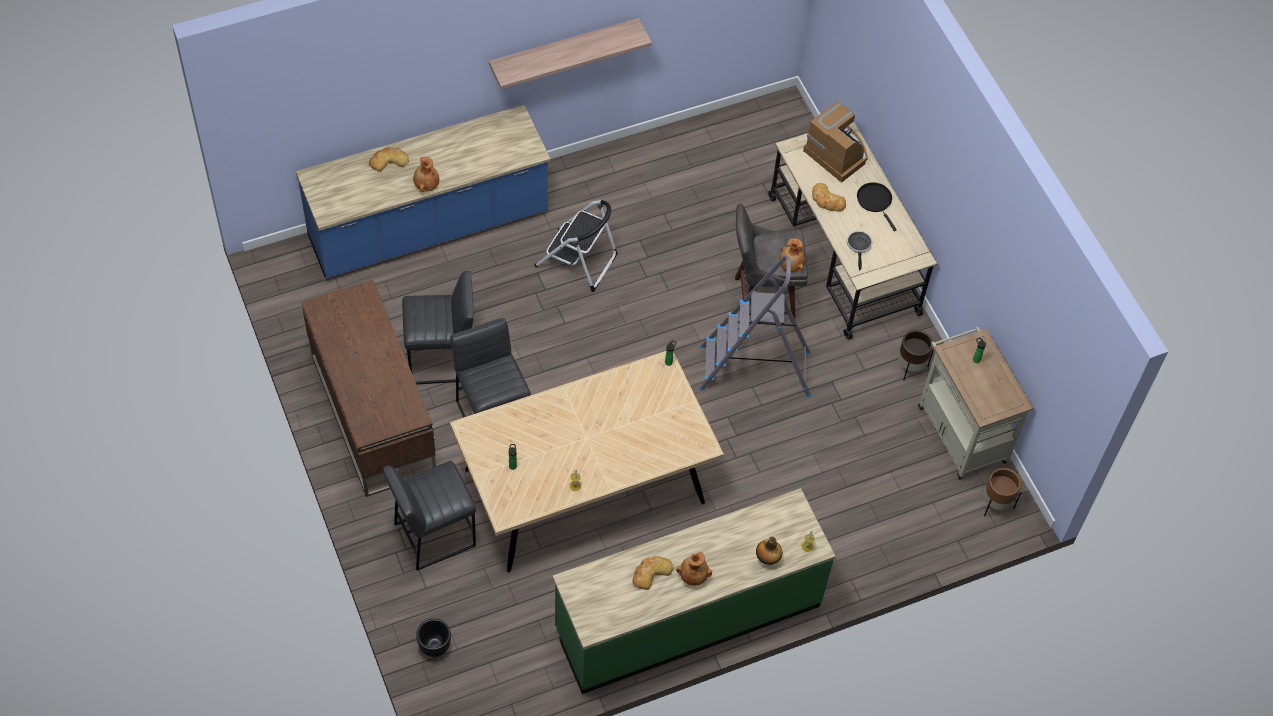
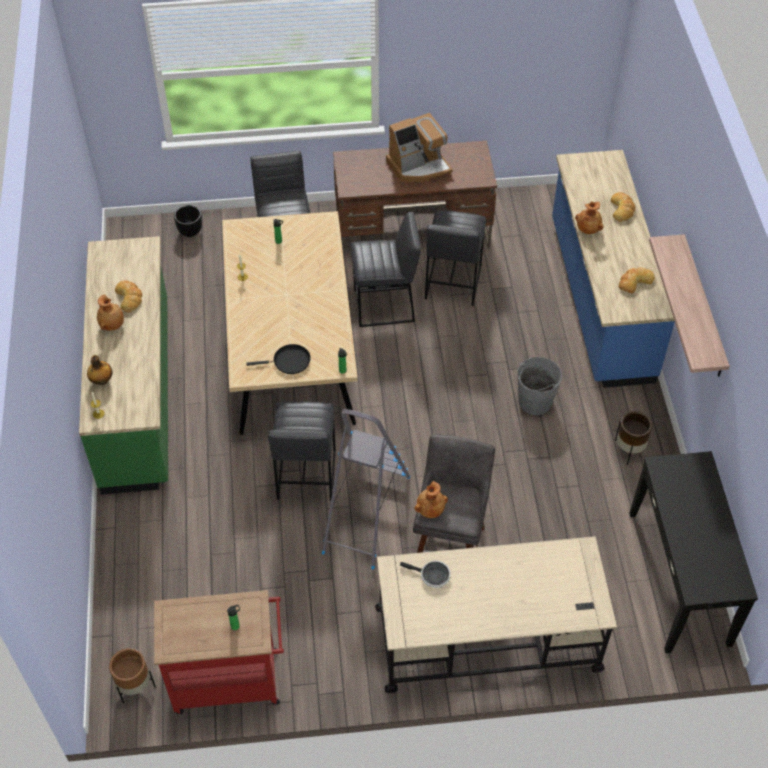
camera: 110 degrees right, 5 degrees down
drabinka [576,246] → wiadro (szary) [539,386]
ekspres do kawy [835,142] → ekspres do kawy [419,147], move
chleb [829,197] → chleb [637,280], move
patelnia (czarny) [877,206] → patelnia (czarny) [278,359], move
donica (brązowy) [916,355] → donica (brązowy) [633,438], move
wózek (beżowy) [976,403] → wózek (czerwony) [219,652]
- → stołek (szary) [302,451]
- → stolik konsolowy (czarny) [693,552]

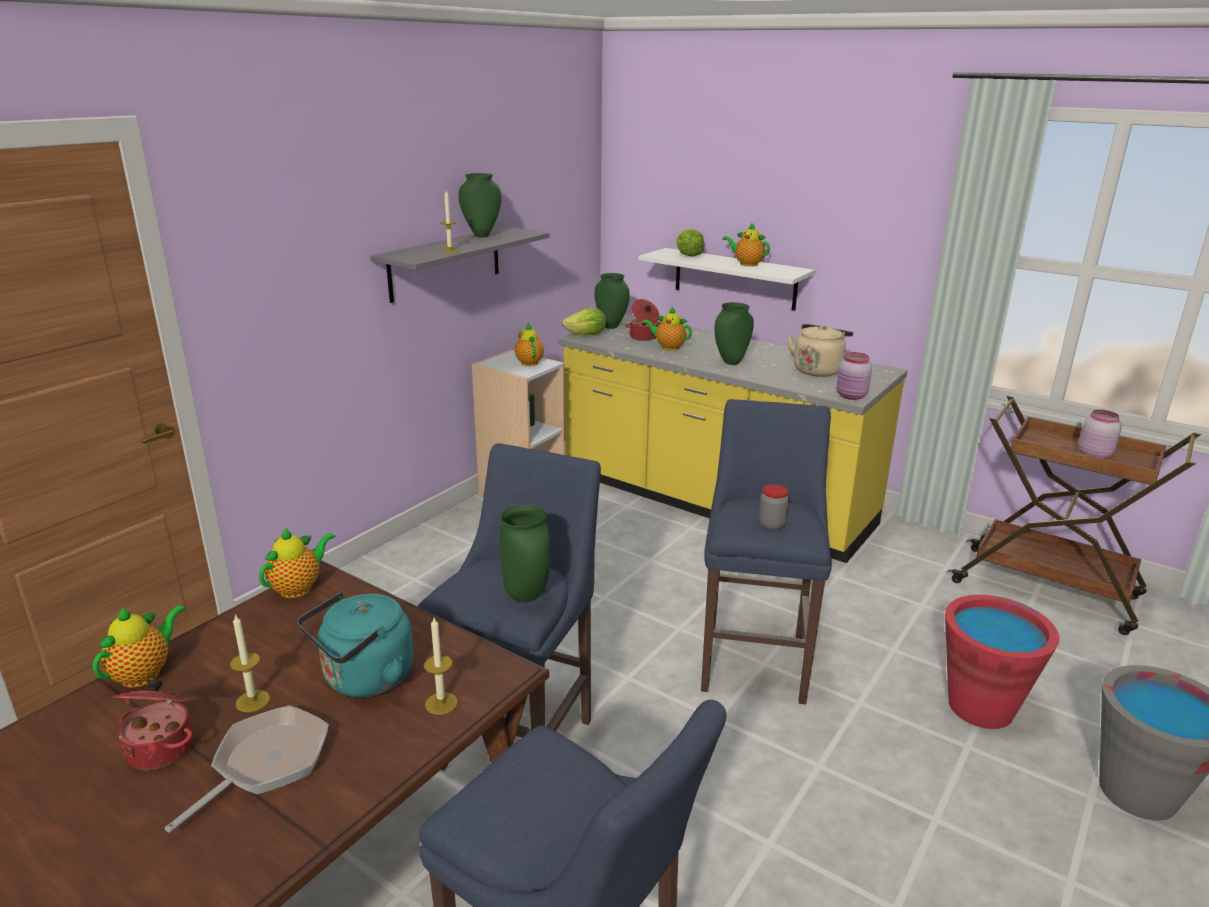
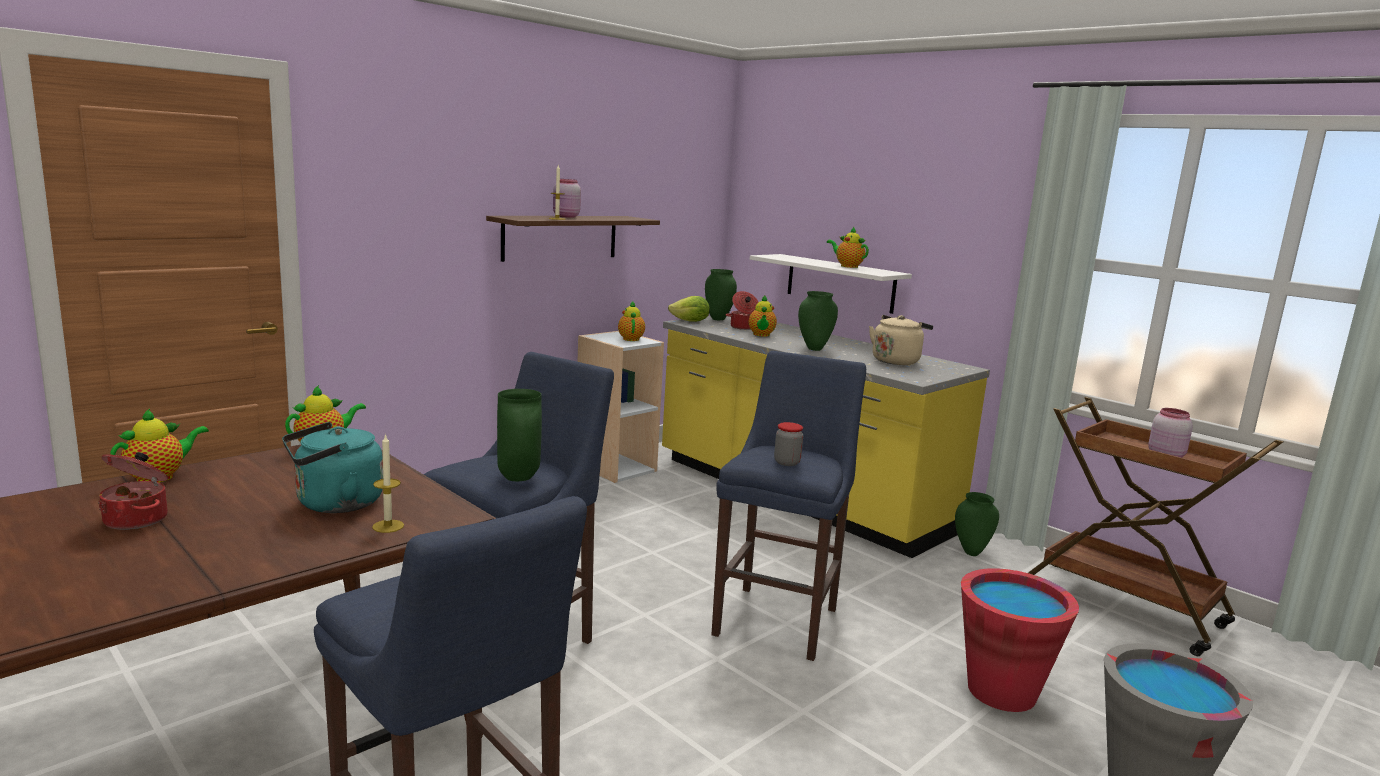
camera: 10 degrees right, 10 degrees down
patelnia [247,769] → -
świeca [250,663] → -
półka (szary) [460,265] → półka (brązowy) [573,239]
wazon (zielony) [480,205] → wazon (zielony) [977,524], move
imbryk [667,328] → imbryk [763,316], 120 degrees counterclockwise
sałata [690,243] → -
słoik (różowy) [854,376] → słoik (różowy) [567,198], move

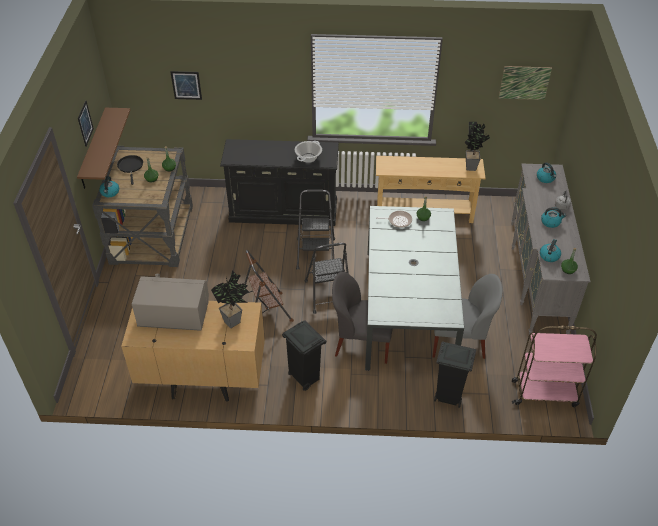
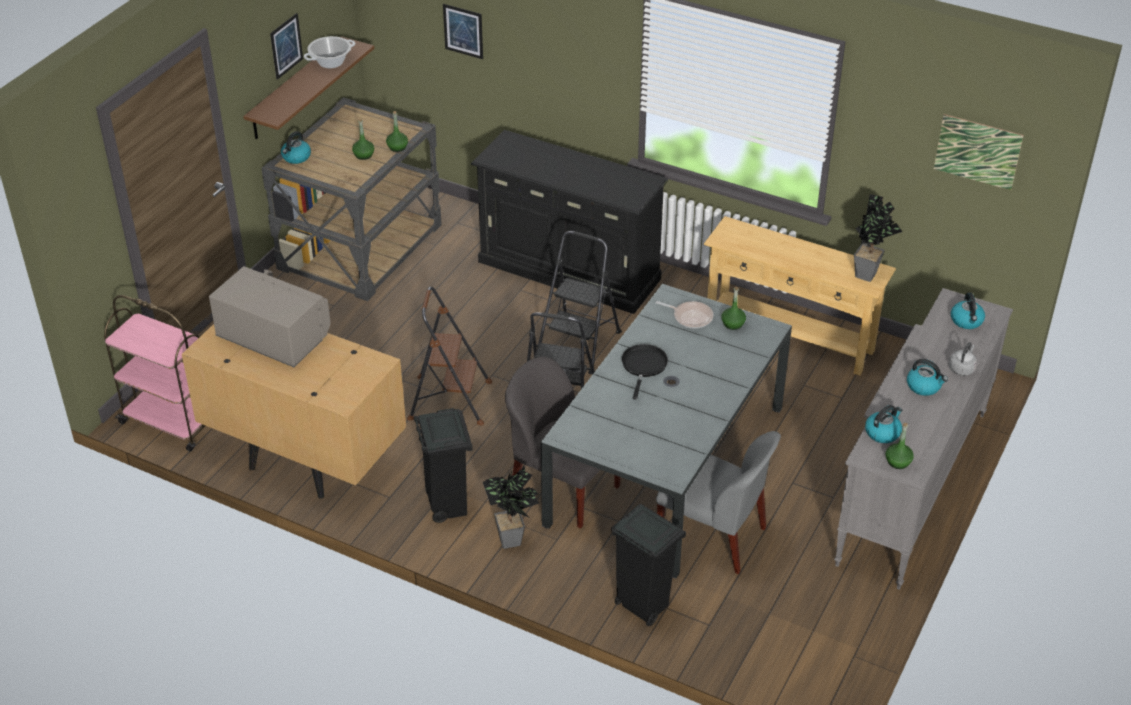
camera: 25 degrees right, 5 degrees down
patelnia (czarny) [130,170] → patelnia (czarny) [645,372], move
roślina doniczkowa [230,299] → roślina doniczkowa [511,507], move
garnek [308,152] → garnek [329,52], move
wózek (różowy) [554,366] → wózek (różowy) [154,373], move

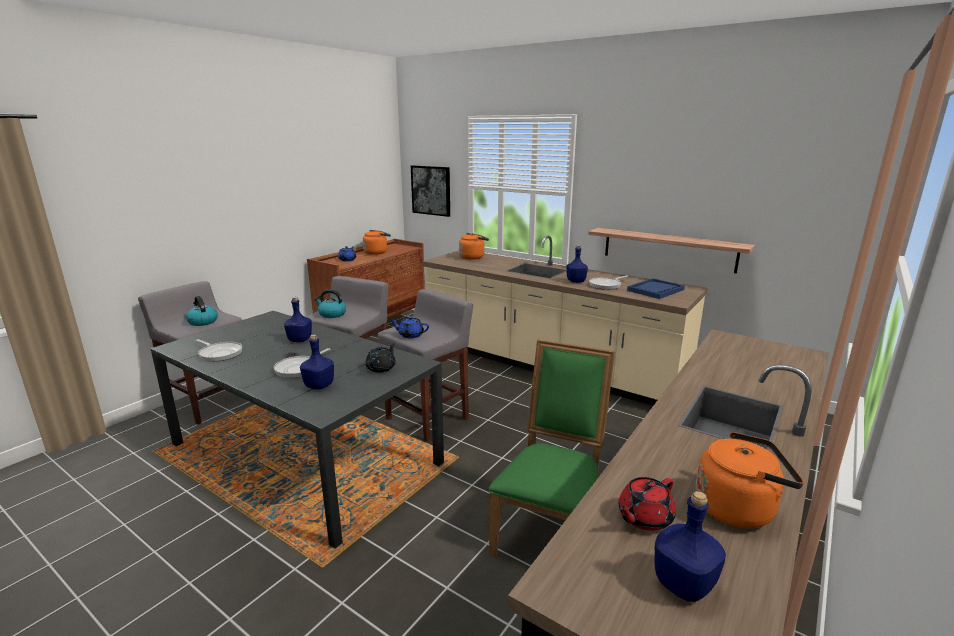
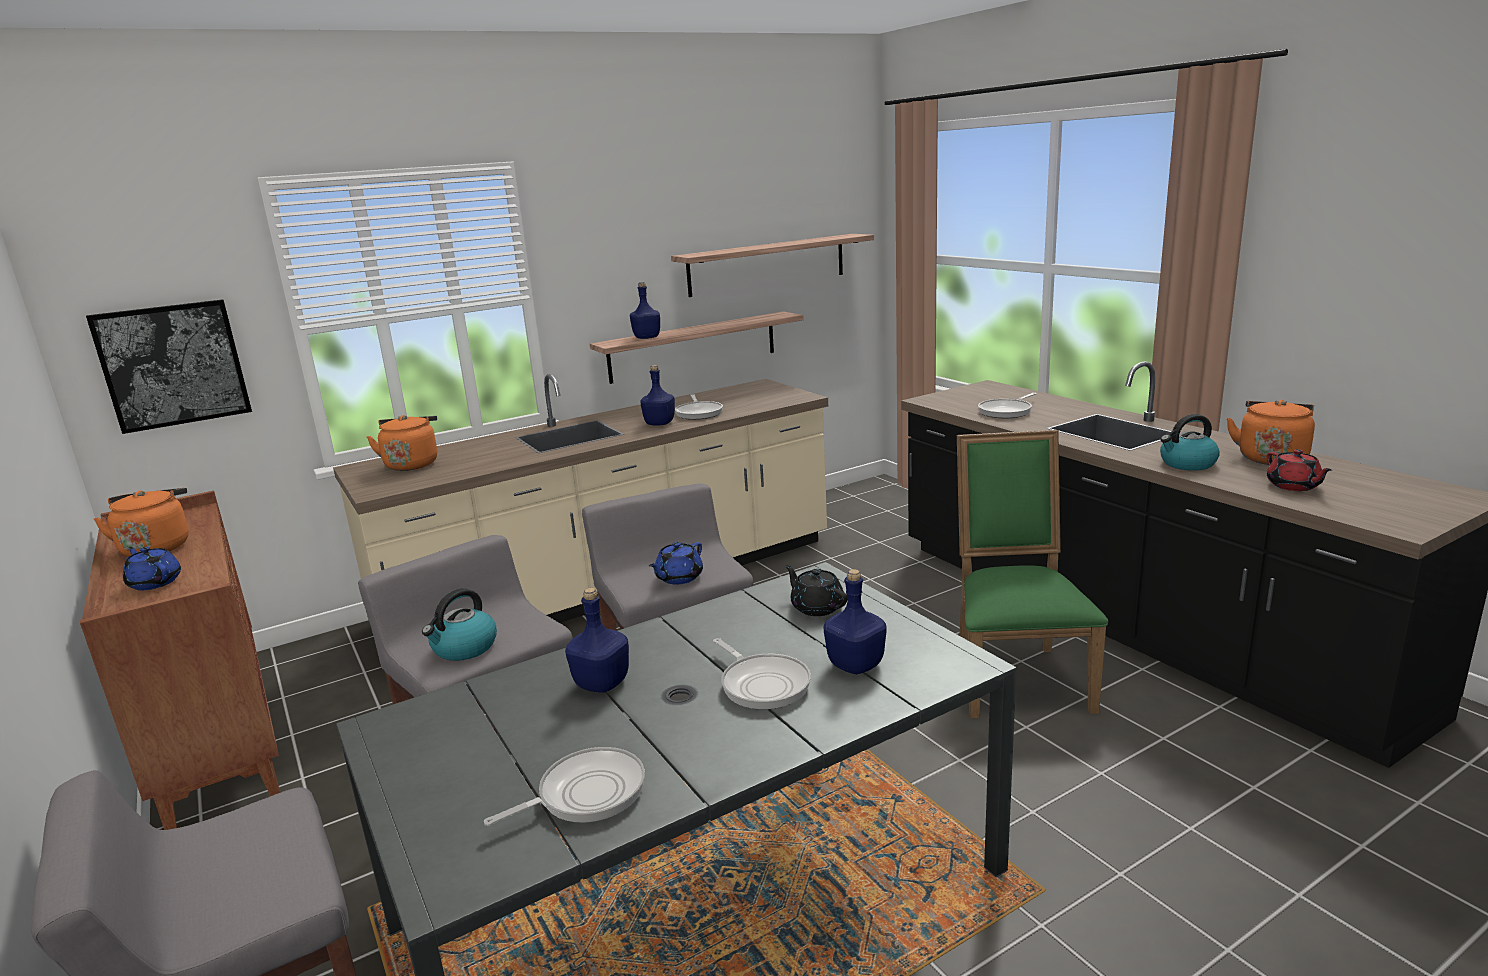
camera: 65 degrees left, 0 degrees up
czajnik [202,311] → czajnik [1190,442], move
krzesło (zielony) [552,448] → krzesło (zielony) [1032,574], 45 degrees clockwise
taca (niebieski) [656,288] → -
butelka (niebieski) [690,546] → butelka (niebieski) [645,310], move
- → półka [772,265]
- → patelnia [1007,405]

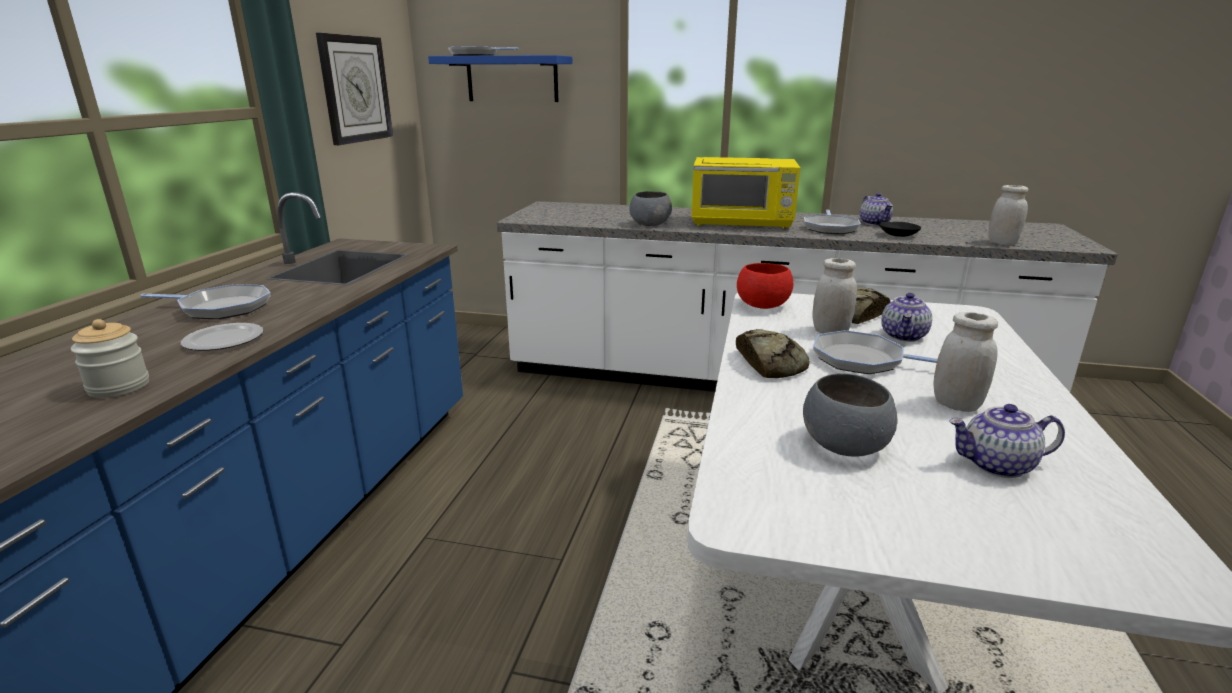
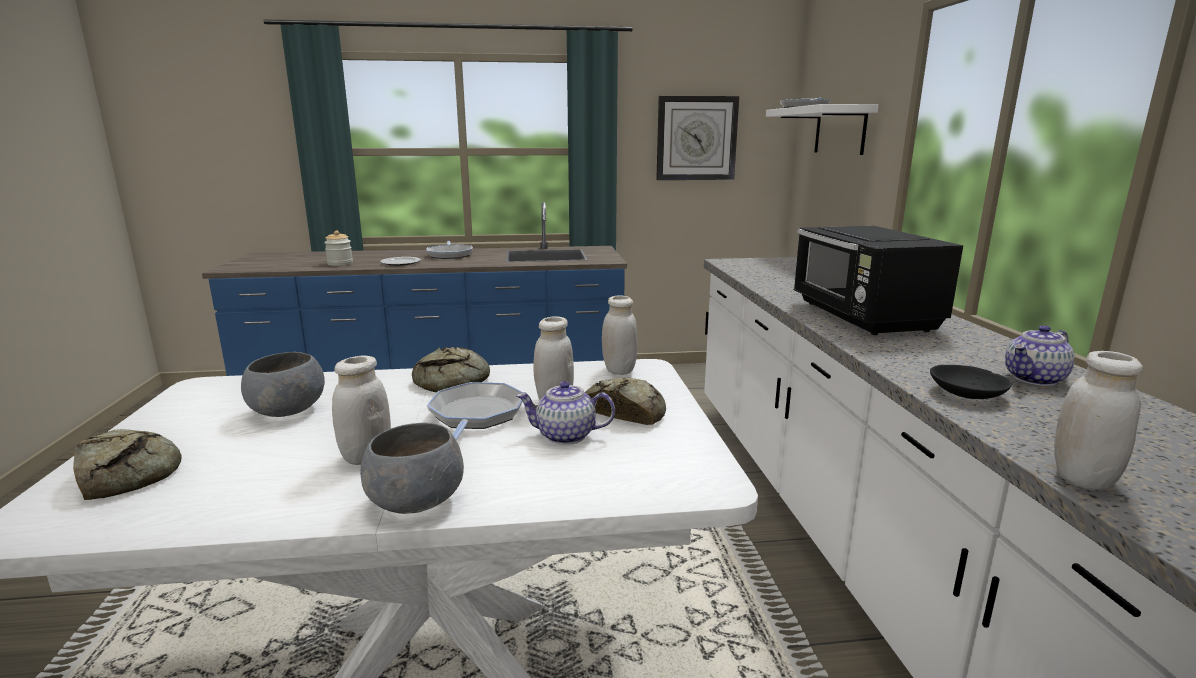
camera: 70 degrees right, 5 degrees down
półka (niebieski) [500,78] → półka (biały) [822,129]
miska (szary) [650,208] → miska (szary) [412,468], move
mikrofalówka (żółty) [745,193] → mikrofalówka (czarny) [878,280]
miska (czerwony) [765,286] → słoik (biały) [619,335]
patelnia [832,221] → -
imbryk [1007,441] → -
- → chleb [127,464]

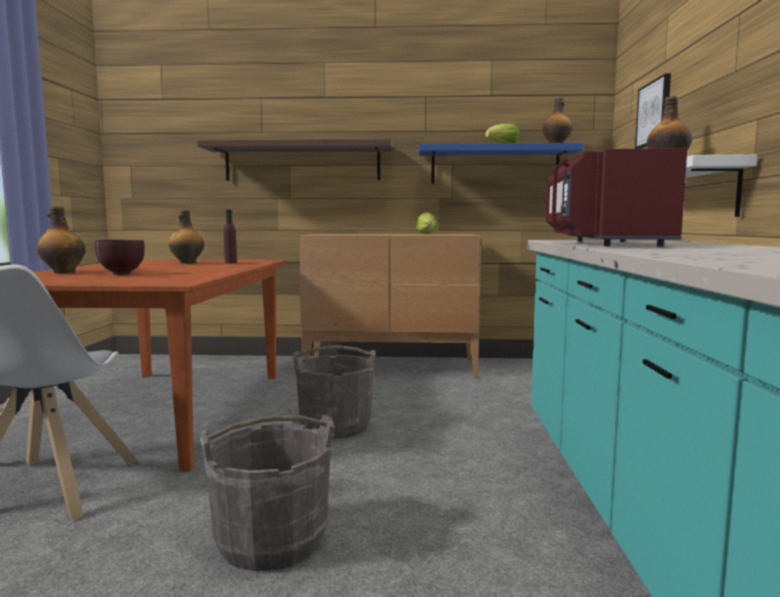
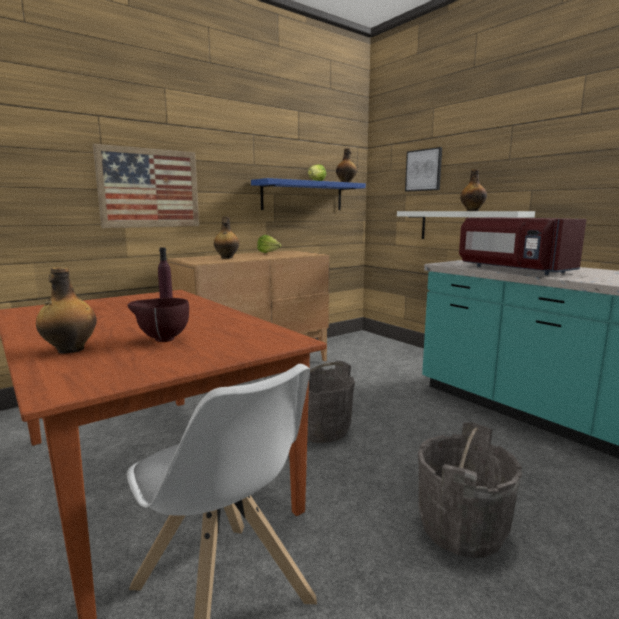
camera: 40 degrees left, 5 degrees up
butelka [186,237] → butelka [226,238], move
półka [295,160] → obraz [146,186]

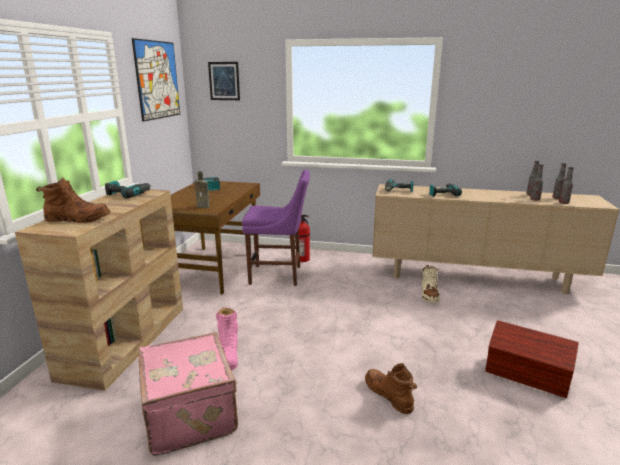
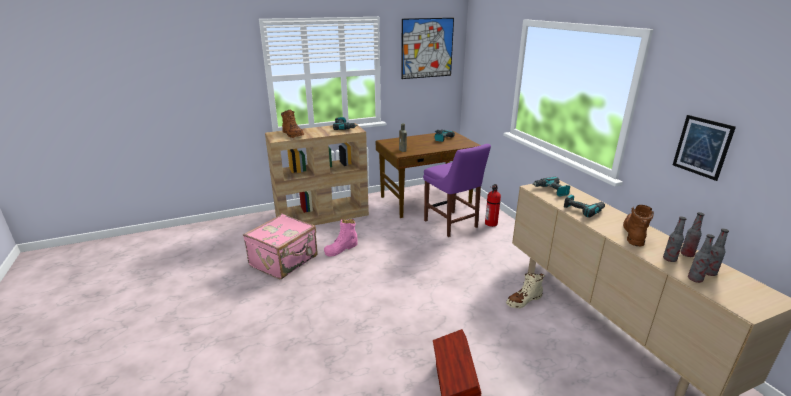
camera: 55 degrees right, 5 degrees up
obraz [224,81] → obraz [704,148], move
but z cholewką (brązowy) [391,388] → but z cholewką (brązowy) [638,225], move

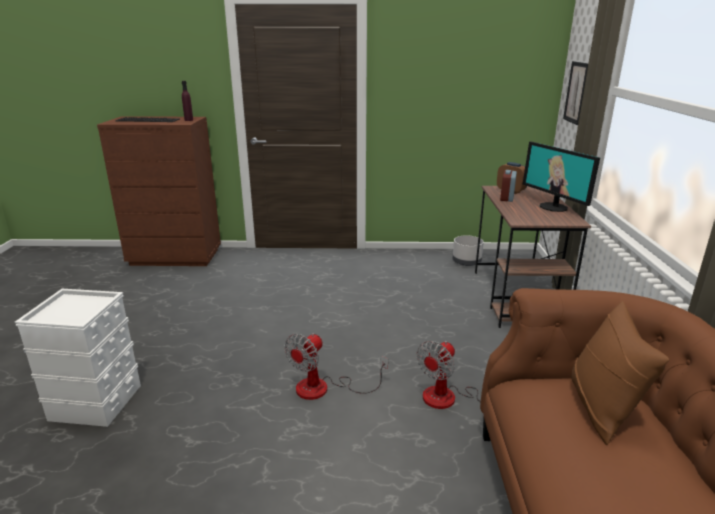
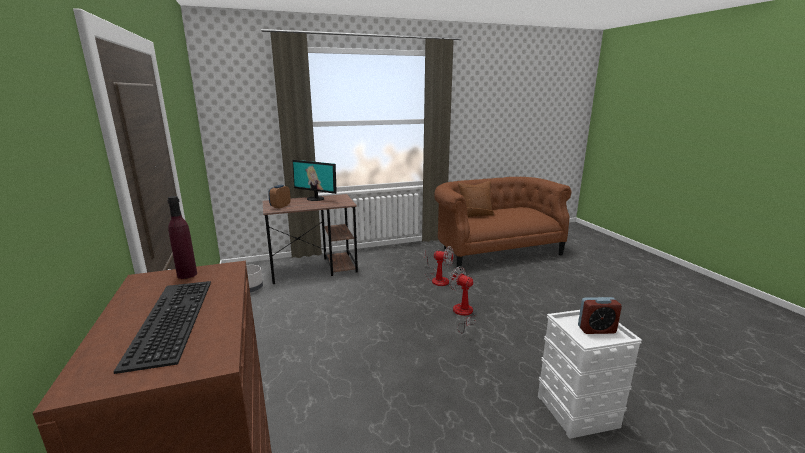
camera: 110 degrees left, 5 degrees down
wentylator [336,366] → wentylator [462,300], 150 degrees counterclockwise
budzik [508,186] → budzik [600,315], move
monitor [561,177] → monitor [314,180], 75 degrees clockwise
obraz [575,93] → -

